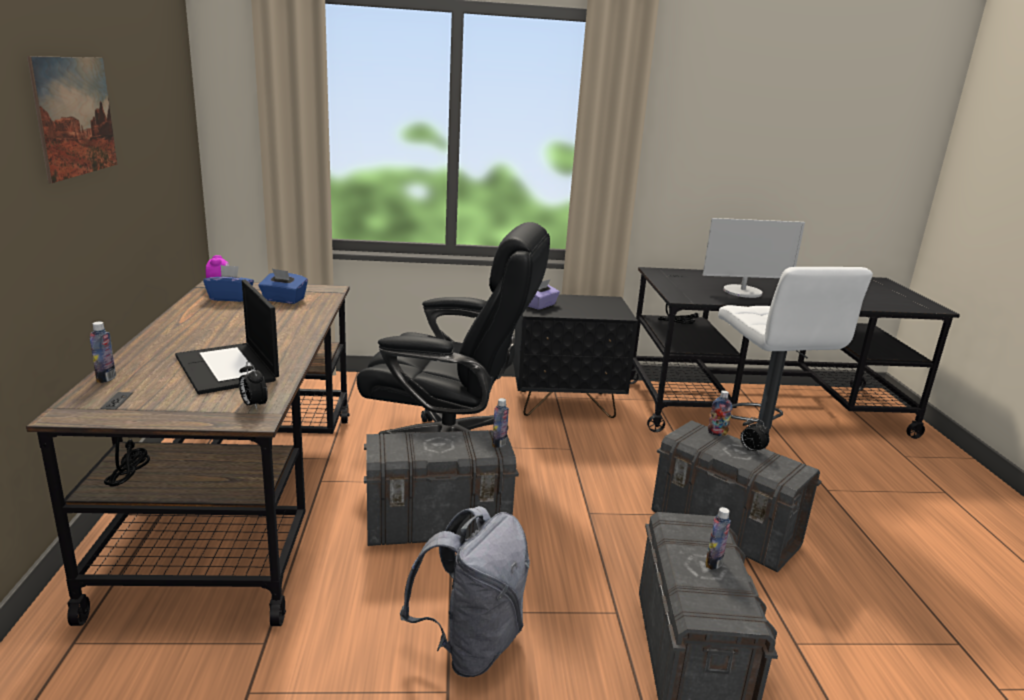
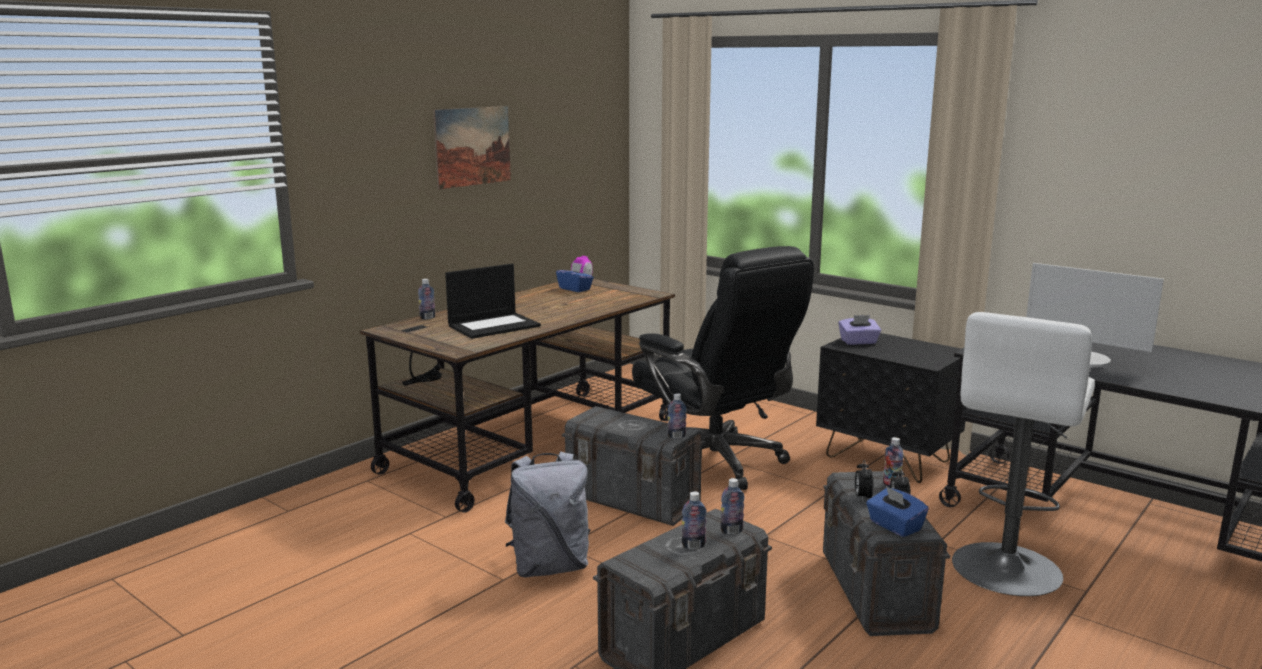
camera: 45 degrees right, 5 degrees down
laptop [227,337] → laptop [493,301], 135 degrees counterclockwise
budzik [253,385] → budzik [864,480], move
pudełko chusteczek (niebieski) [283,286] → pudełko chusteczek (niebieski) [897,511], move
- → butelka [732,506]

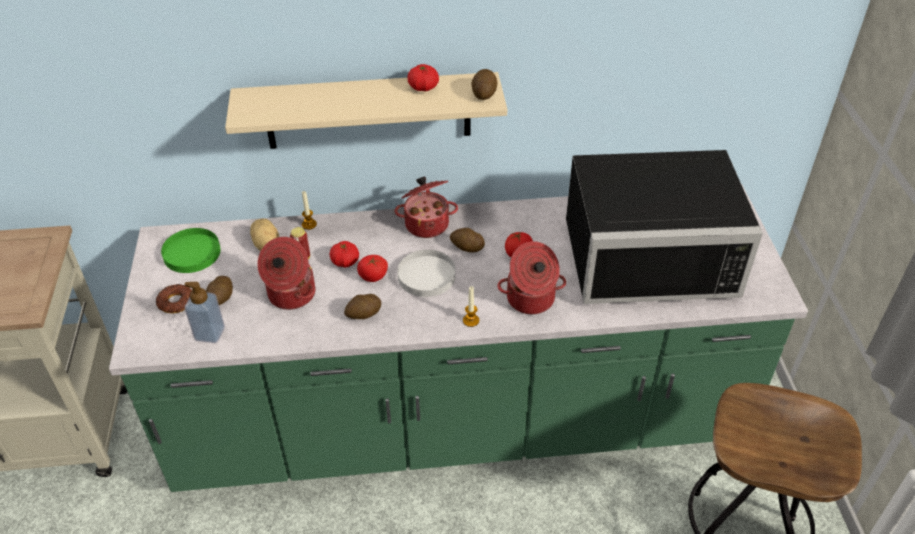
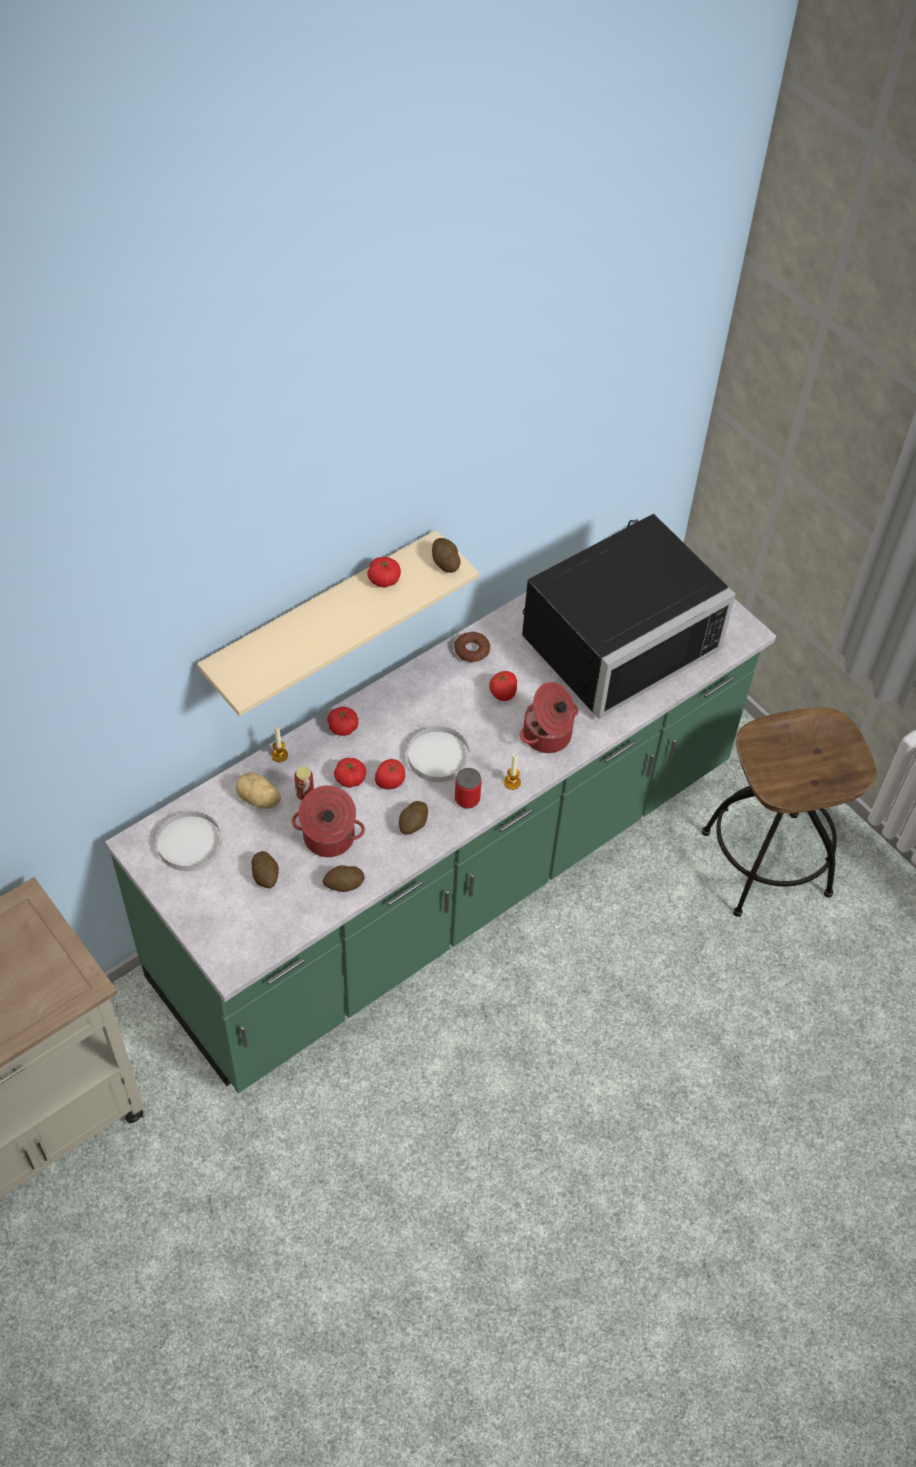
camera: 35 degrees left, 10 degrees up
donut [174,298] → donut [472,647], move
talerz (zielony) [191,250] → talerz (biały) [189,841]
dozownik mydła [205,312] → -
garnek [426,207] → -
ziemniak [467,240] → ziemniak [343,878], move
- → pomidor [342,721]
- → puszka [468,788]

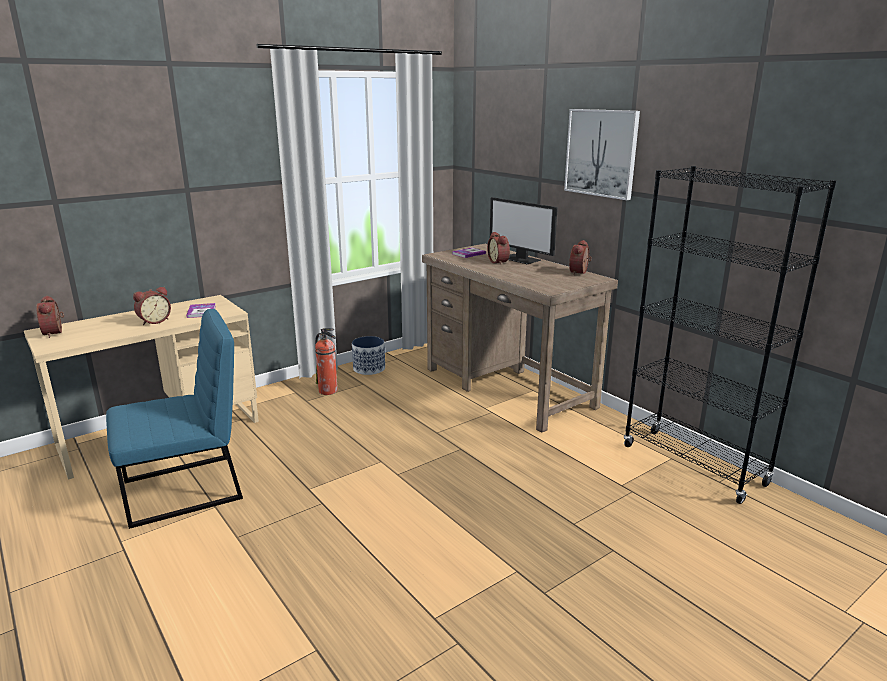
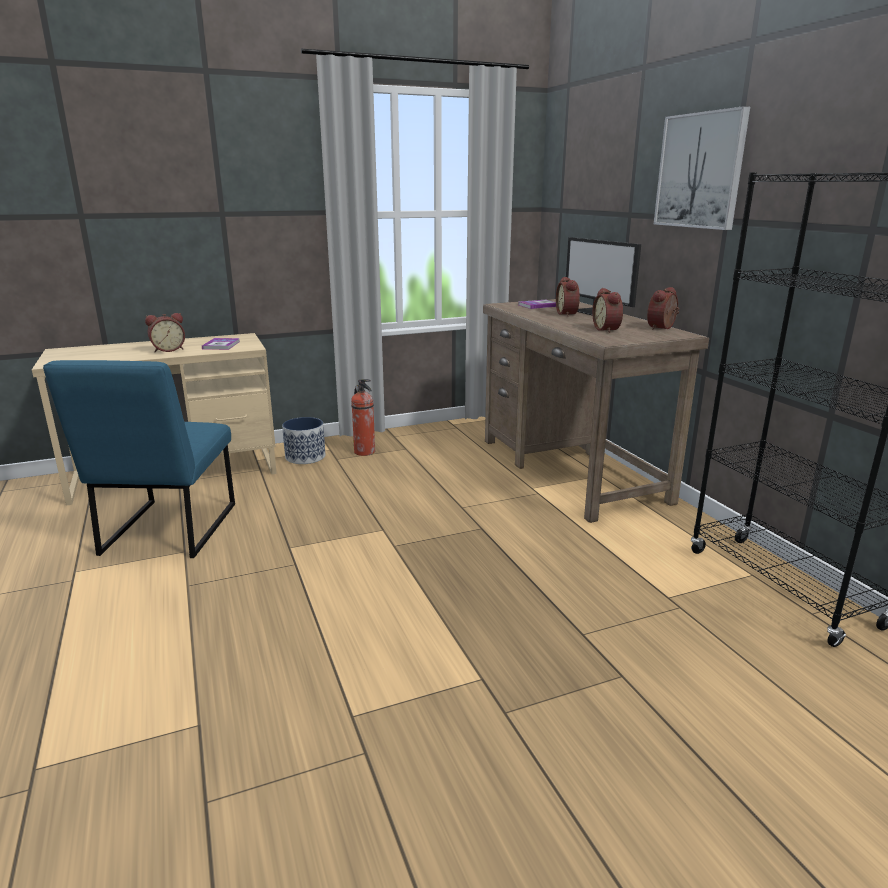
camera: 15 degrees right, 0 degrees up
budzik [50,316] → budzik [607,310], move
krzesło (niebieski) [174,419] → krzesło (niebieski) [139,459], 105 degrees clockwise
donica [368,355] → donica [303,440], move

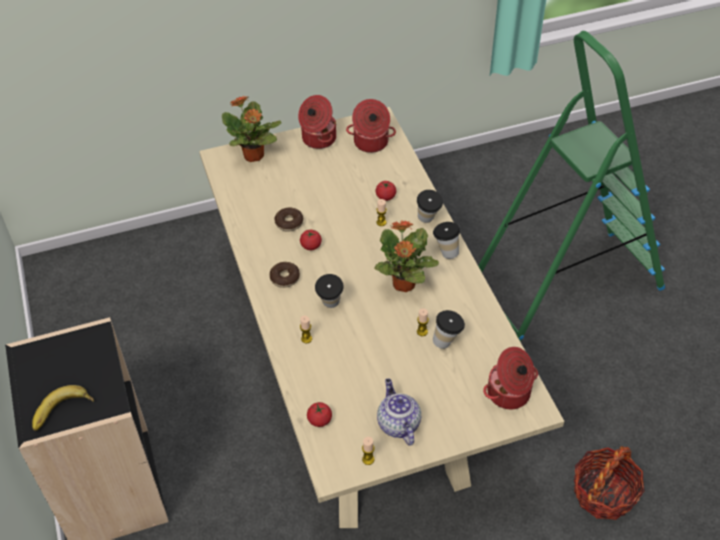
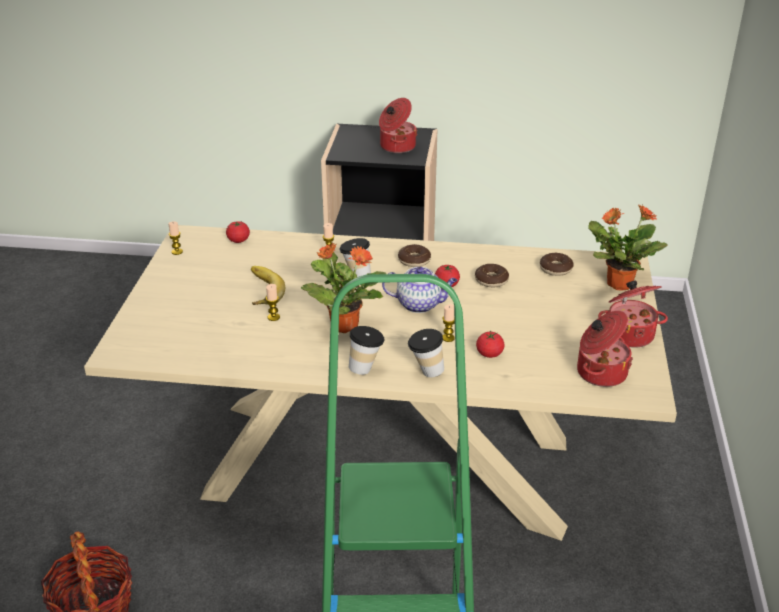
camera: 115 degrees right, 15 degrees down
banan [63,408] → banan [268,285], move
imbryk [399,412] → imbryk [419,290], move
filiżanka [449,329] → -
garnek [510,378] → garnek [398,125], move
- → donut [557,264]

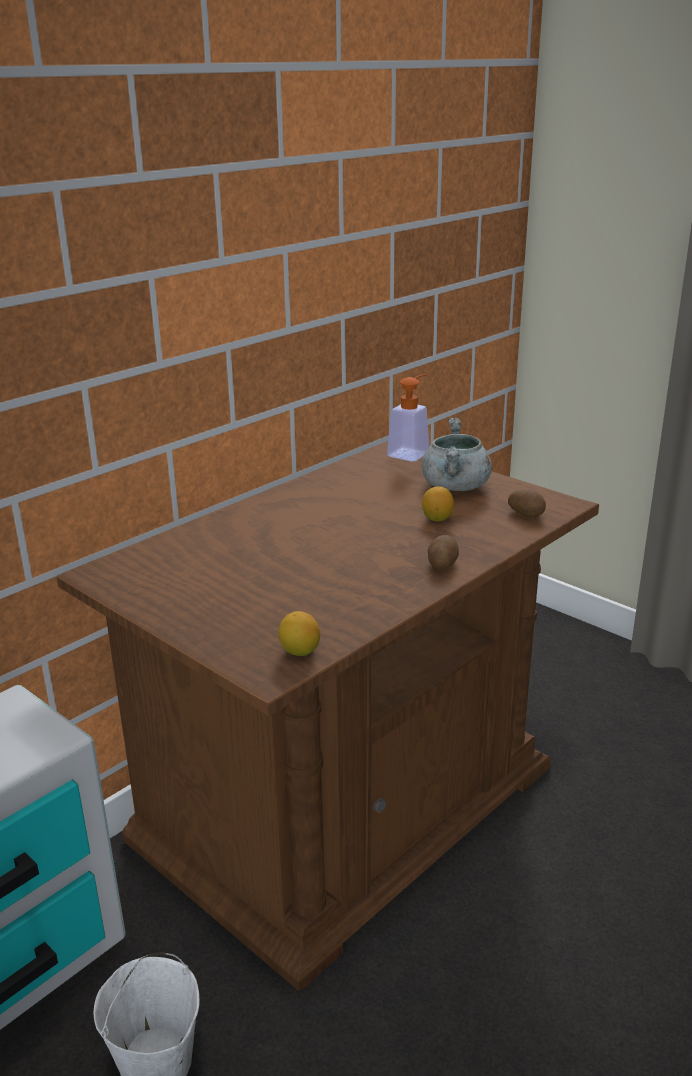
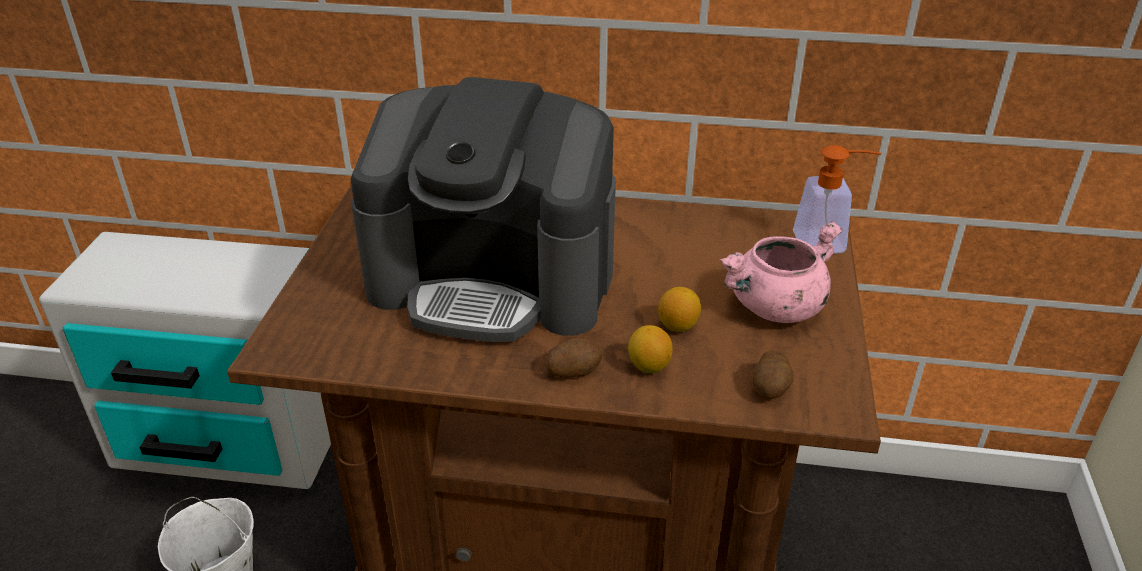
camera: 55 degrees right, 10 degrees up
cytryna [299,633] → cytryna [650,349], move
garnek (szary) [457,454] → garnek (różowy) [781,272]
- → ekspres do kawy [483,209]

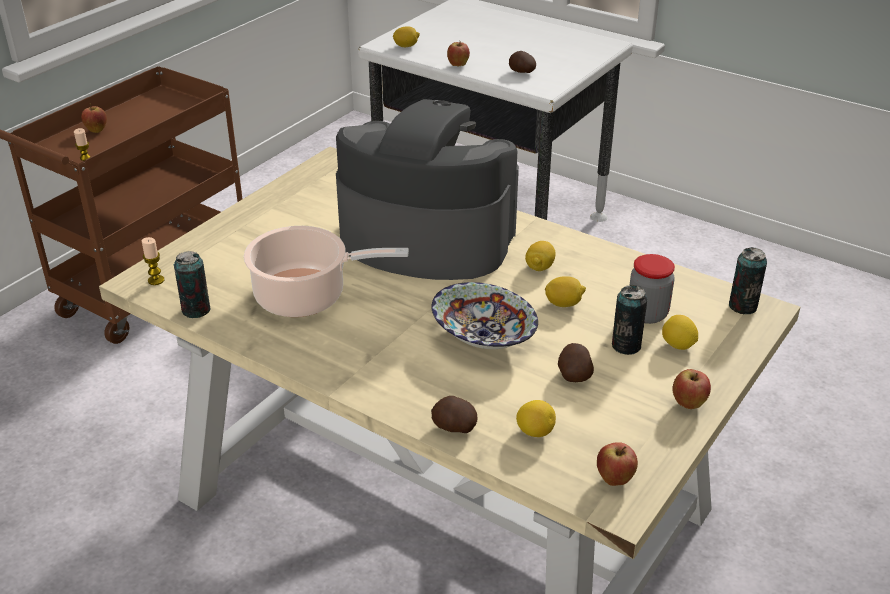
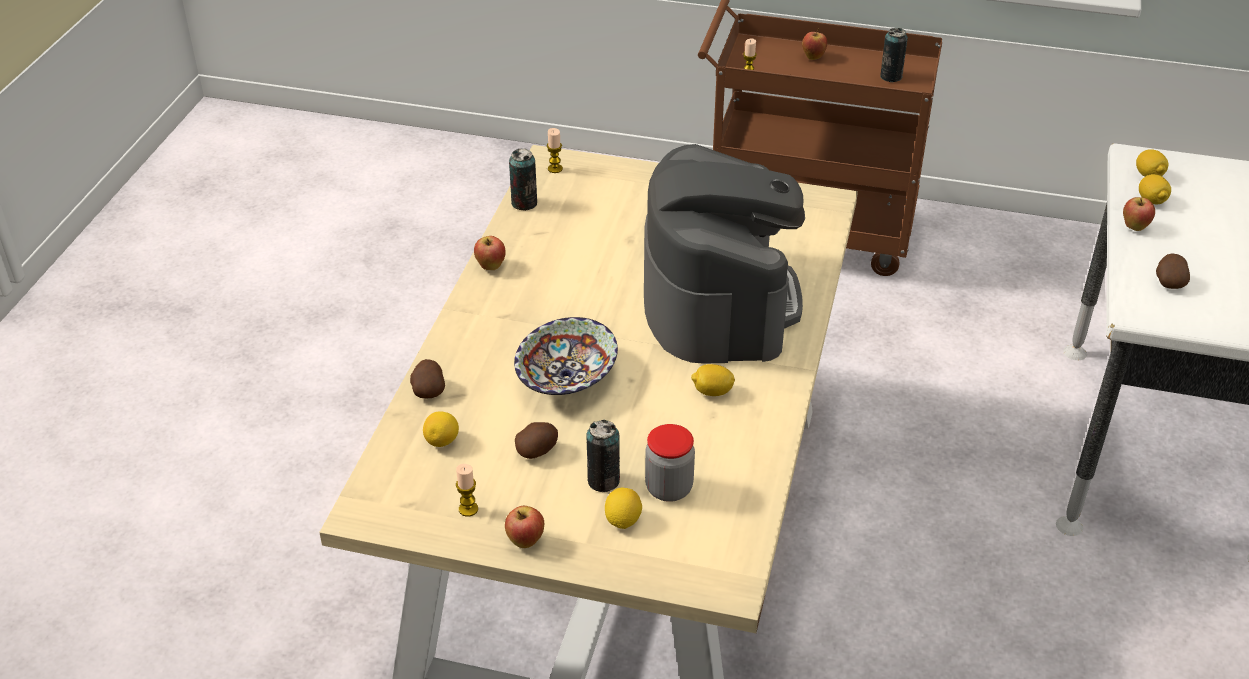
camera: 70 degrees right, 5 degrees up
garnek [326,271] → -
cytryna [565,291] → cytryna [1155,189], move
jabłko [617,464] → jabłko [490,253], move
puszka [748,280] → puszka [894,55], move
- → świeca [467,490]

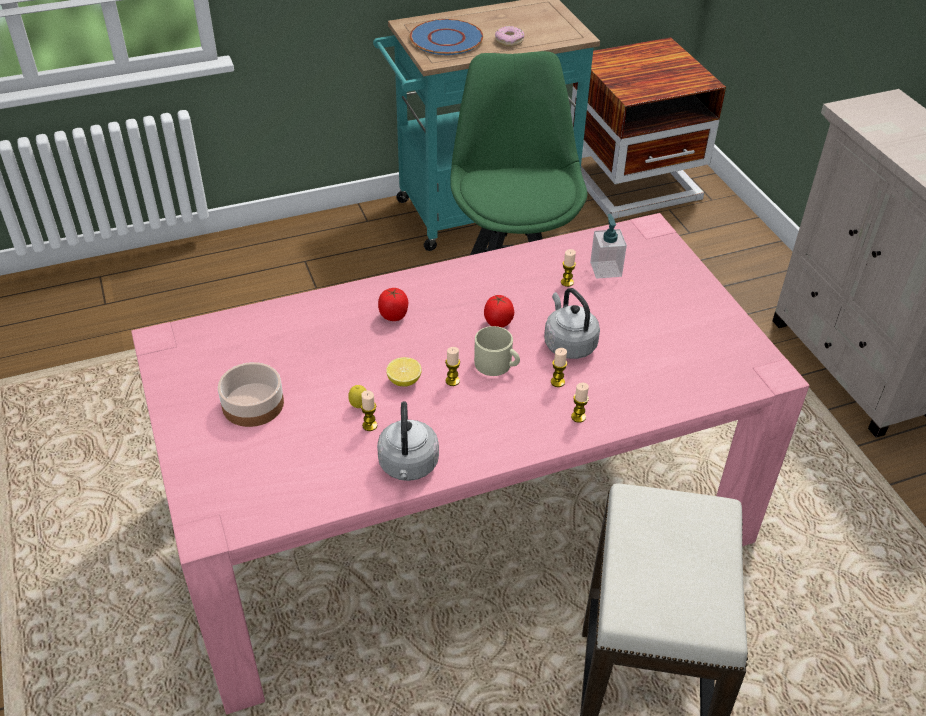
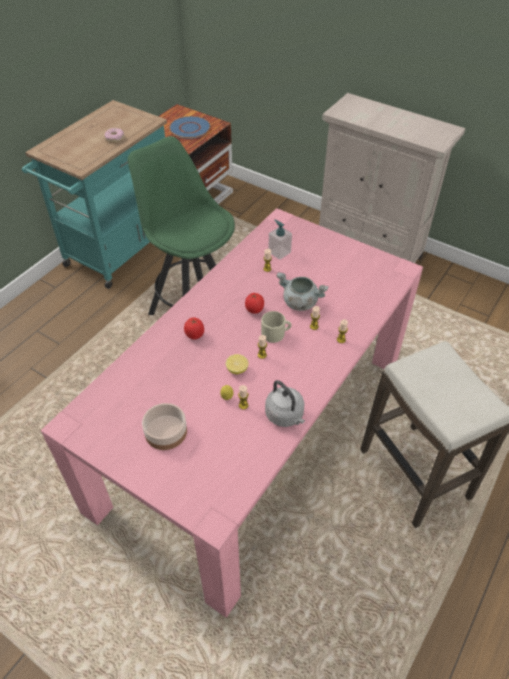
camera: 35 degrees left, 5 degrees up
talerz (niebieski) [446,37] → talerz (niebieski) [190,127], move
czajnik (szary) [572,323] → garnek (szary) [302,291]

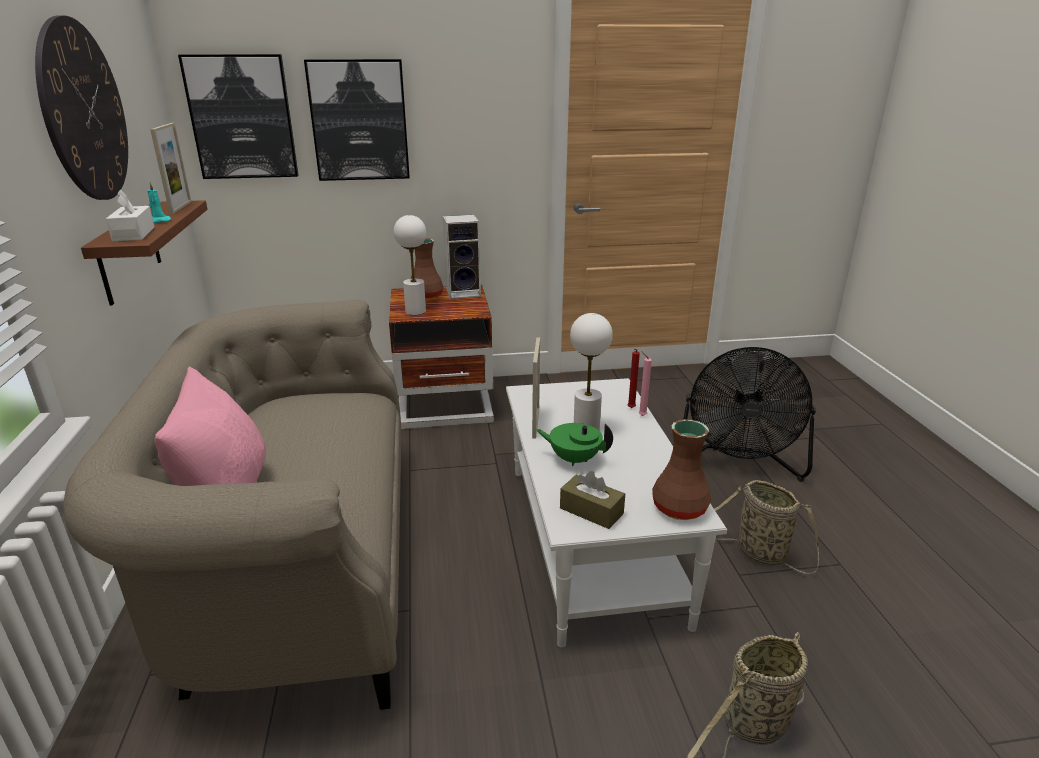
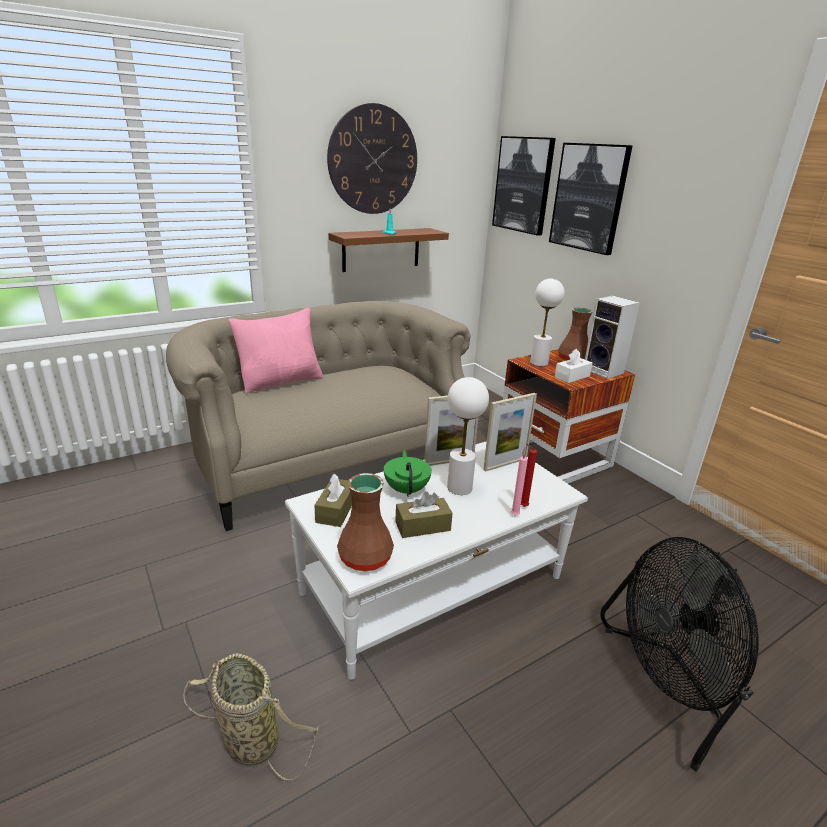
camera: 65 degrees right, 0 degrees up
pudełko chusteczek (biały) [130,215] → pudełko chusteczek (biały) [574,366], move
ramka na zdjęcie [170,168] → ramka na zdjęcie [510,432], move
koszyk [766,527] → -
- → pudełko chusteczek (brązowy) [424,514]

